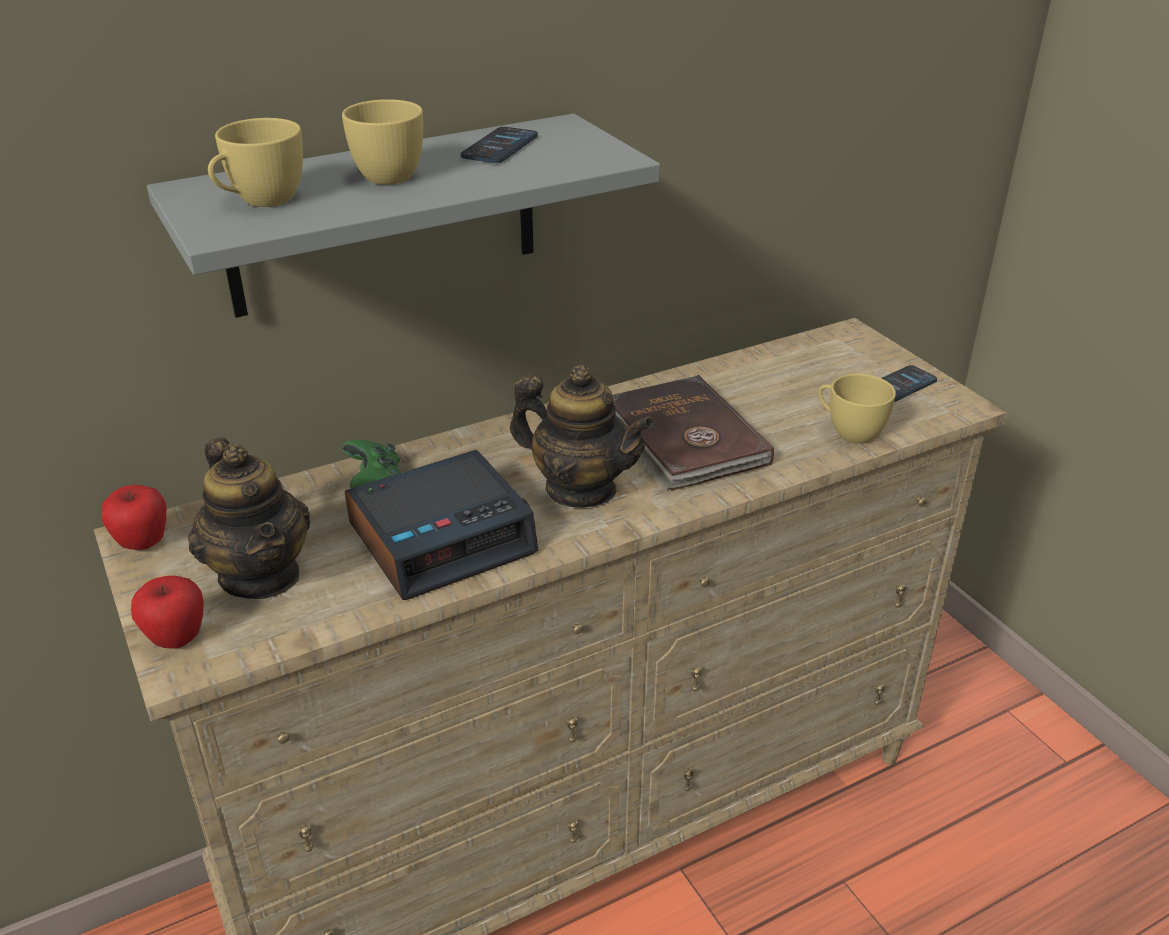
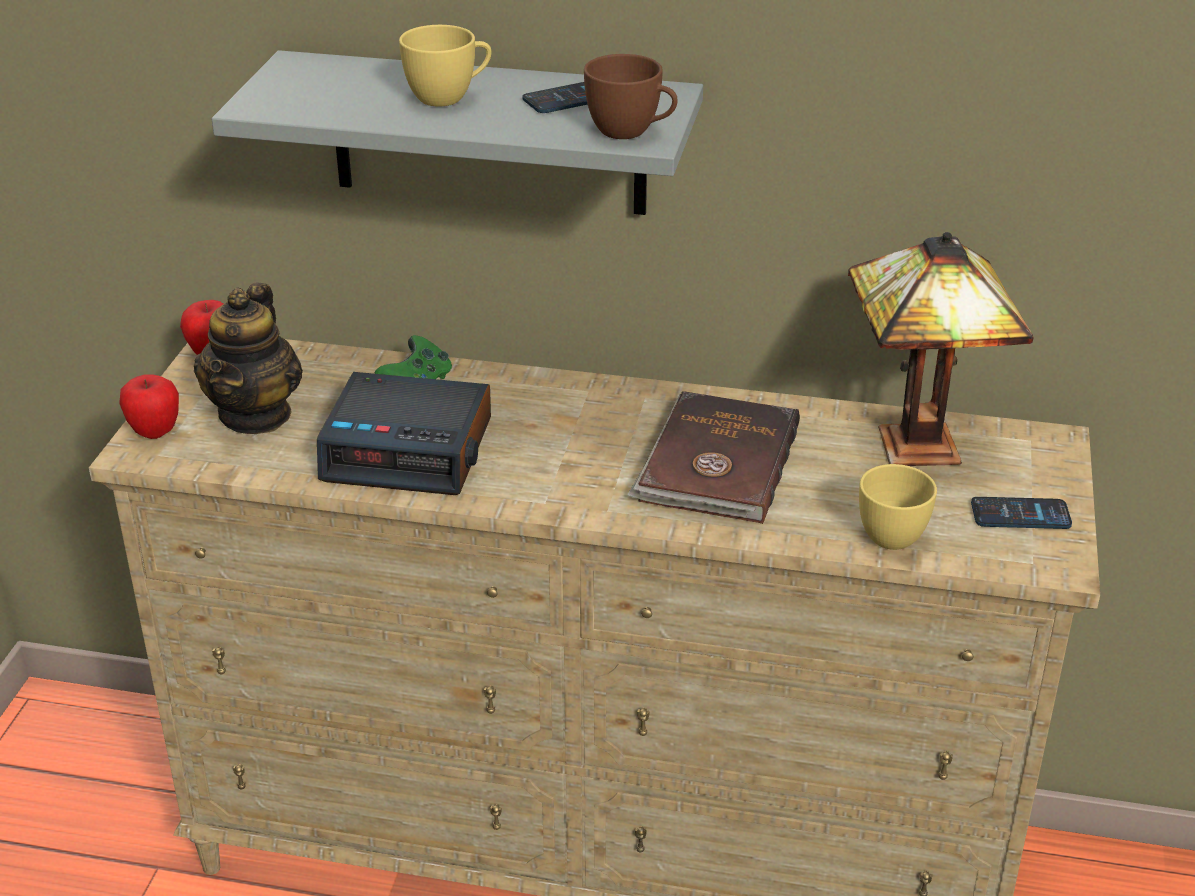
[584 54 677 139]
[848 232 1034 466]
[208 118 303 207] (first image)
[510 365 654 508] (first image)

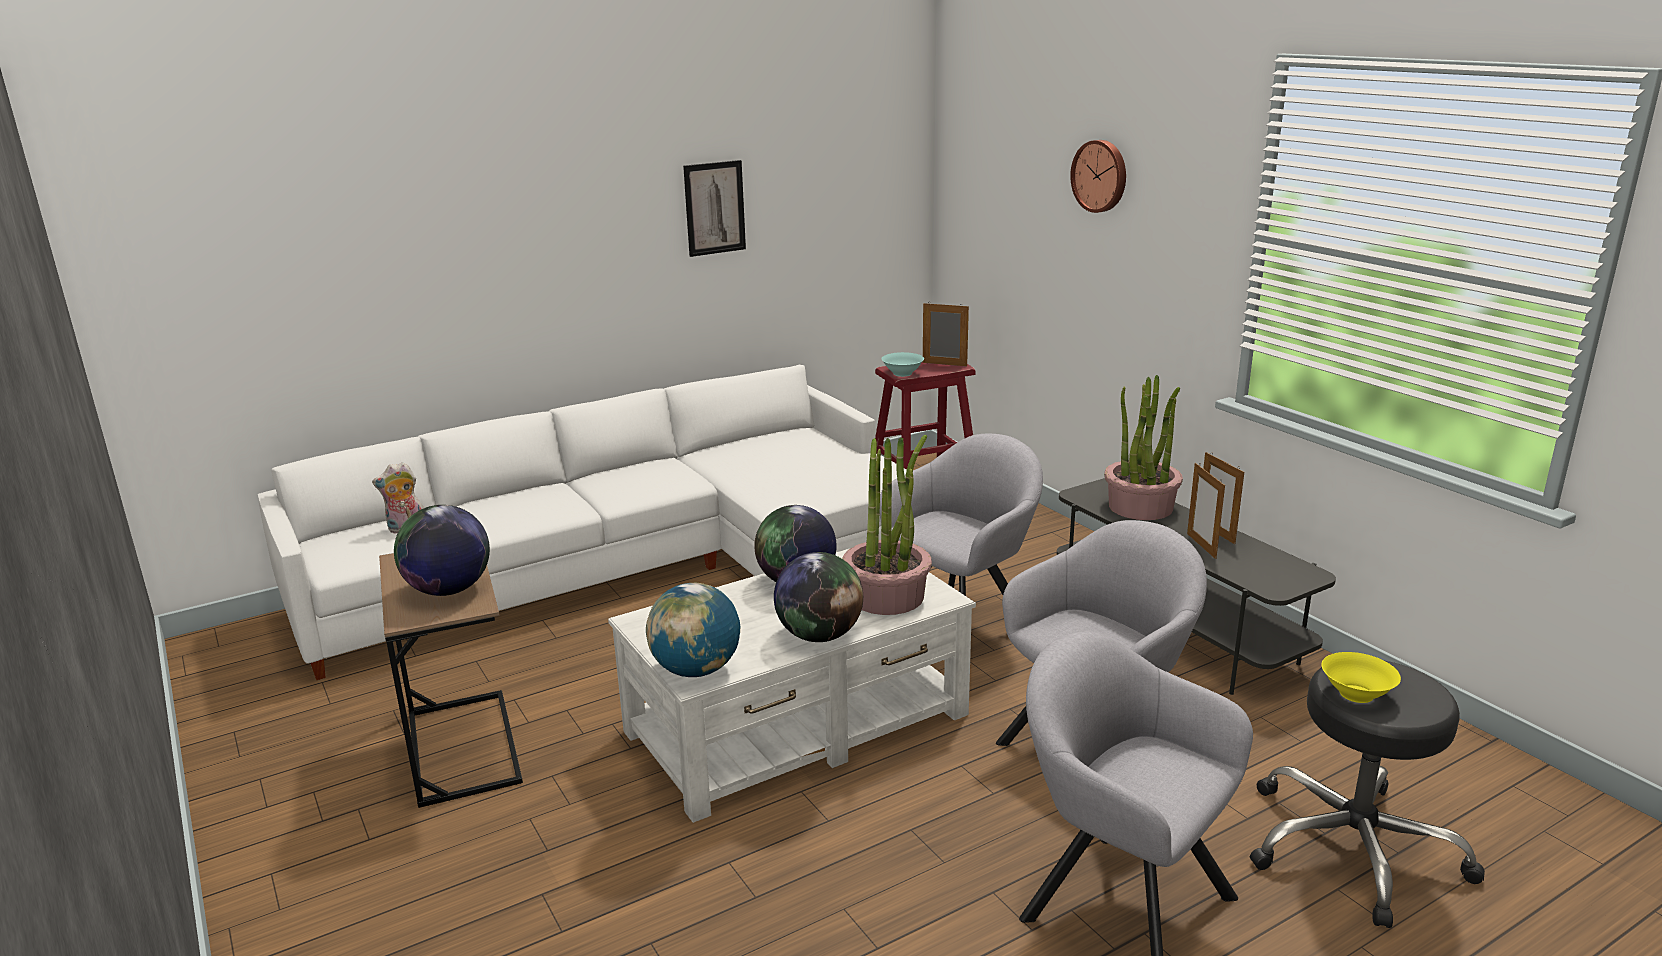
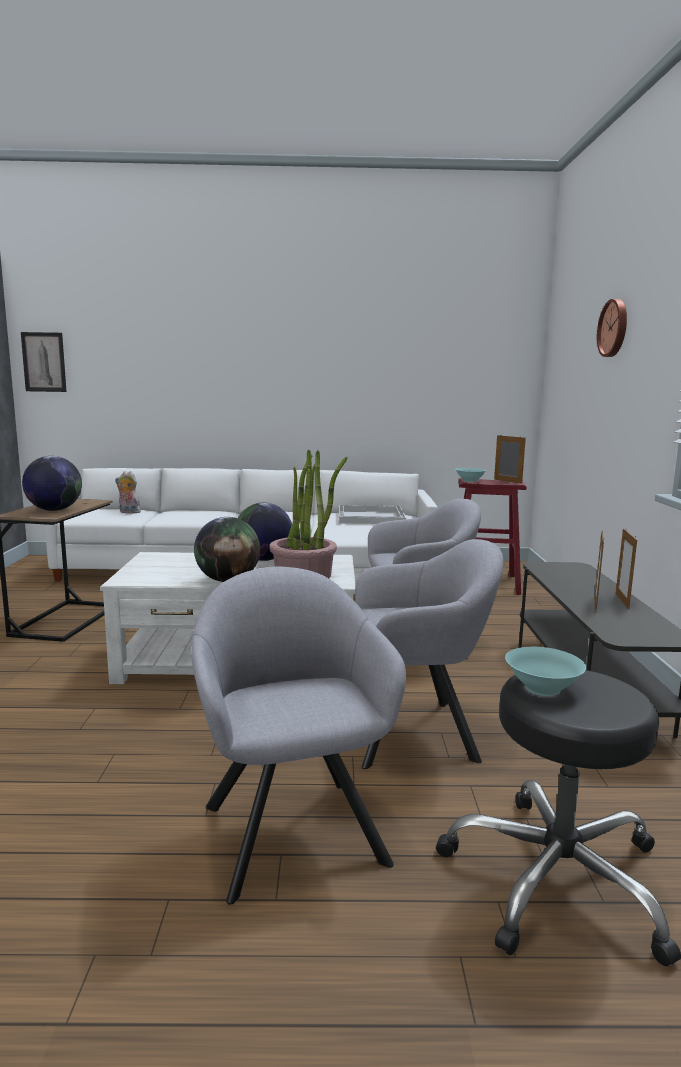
[21 332 67 392]
[339 505 406 524]
[505 647 586 696]
[646 583 740 677] (first image)
[1104 375 1183 520] (first image)

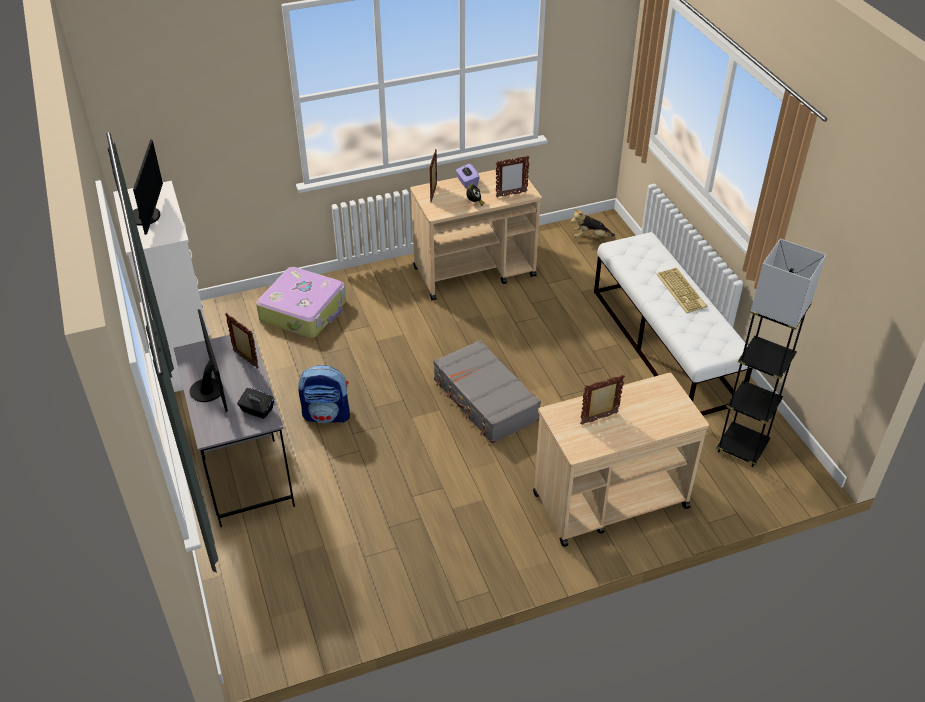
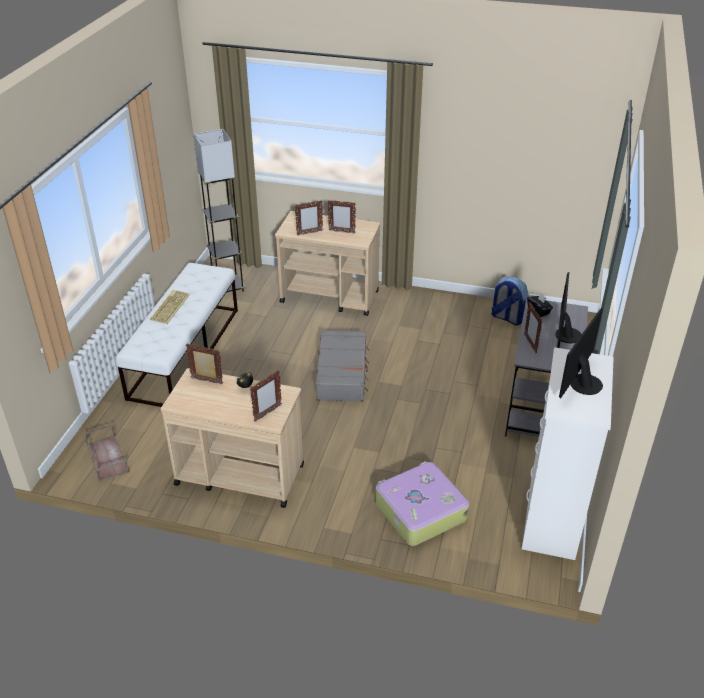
[83 425 129 483]
[295 200 323 235]
[492 276 529 325]
[456 164 480 189] (first image)

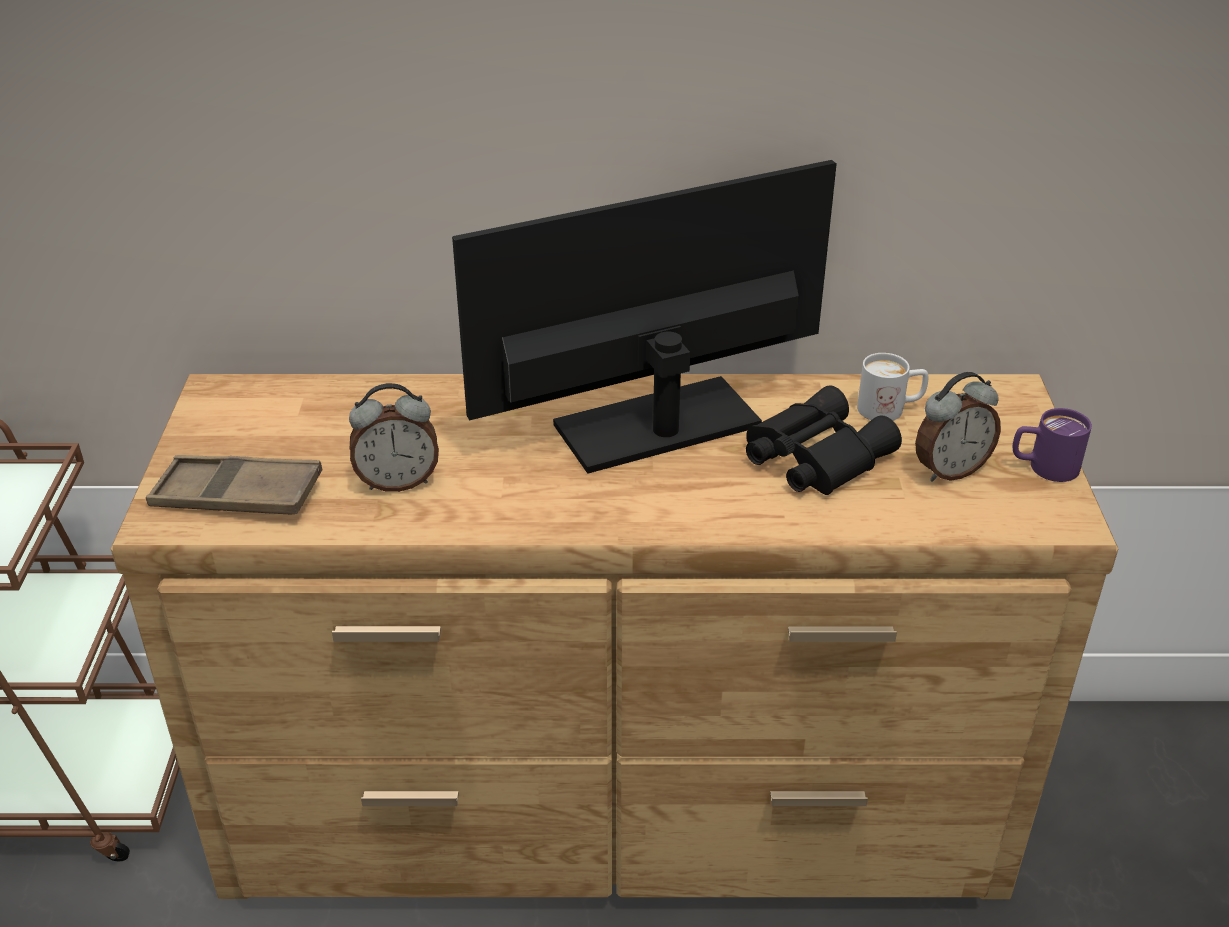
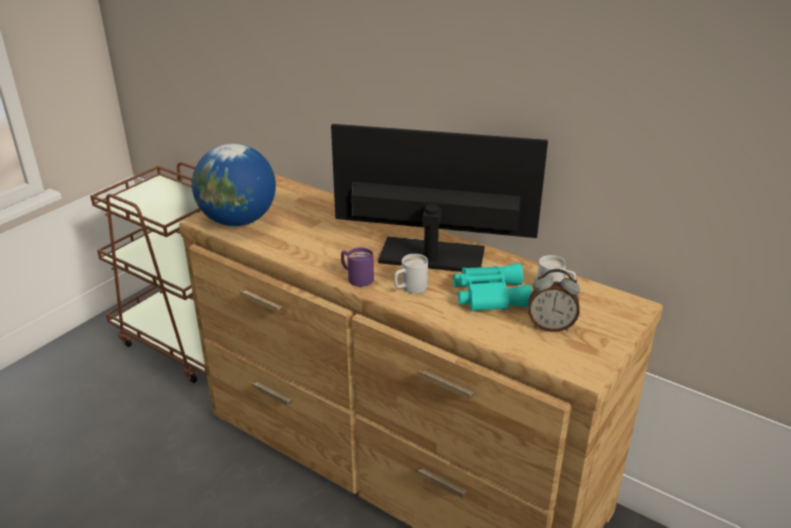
[192 144 276 226]
[341 248 374 287]
[394 254 428 293]
[453 264 532 311]
[349 383 439 492] (first image)

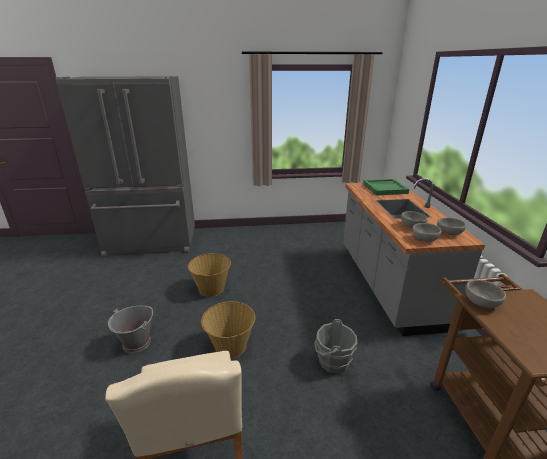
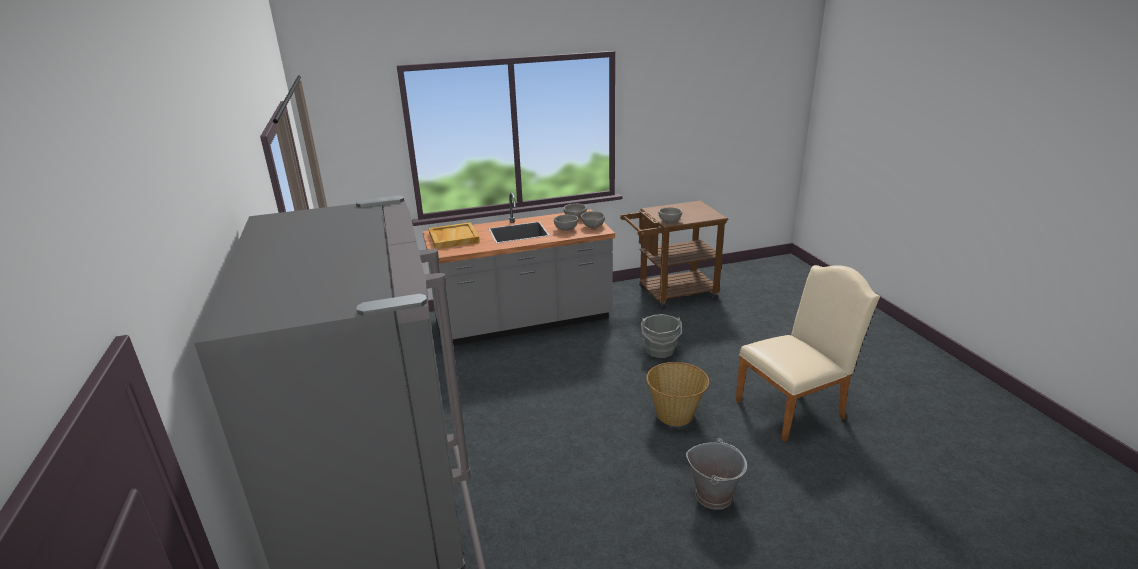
[429 222 480 249]
[188 253 231 297] (first image)

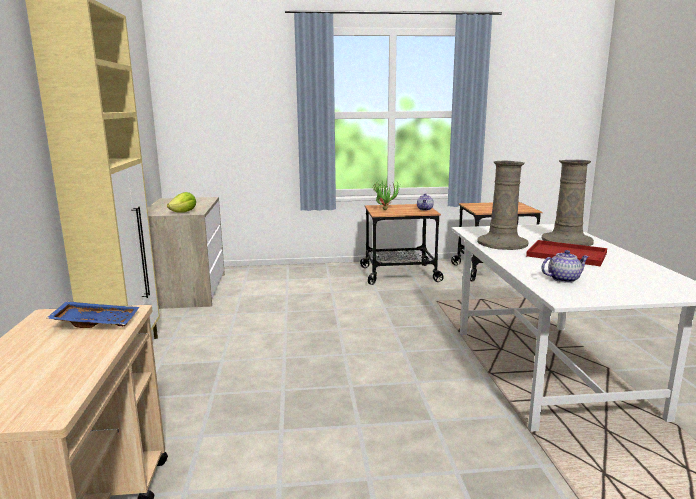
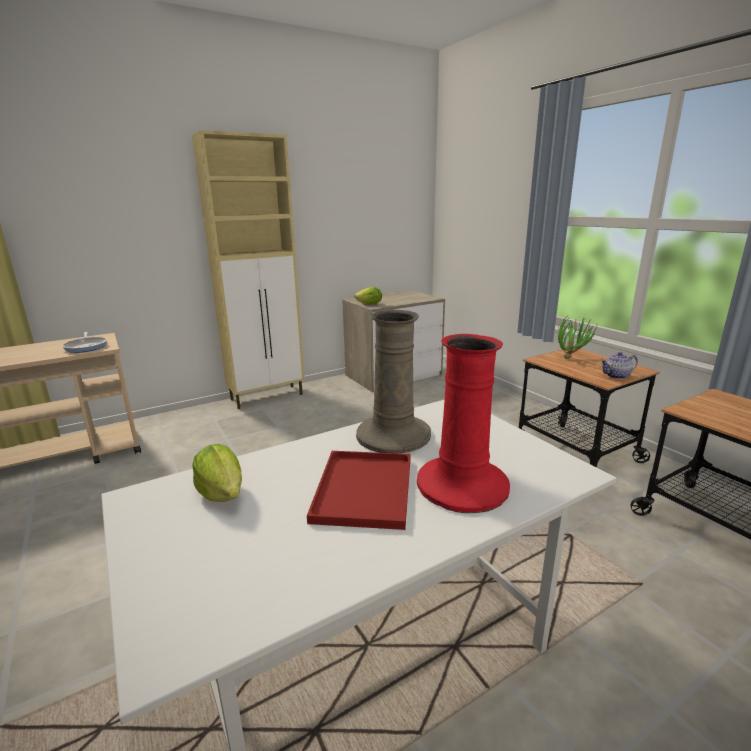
[62 332 107 353]
[192 444 242 502]
[417 334 510 513]

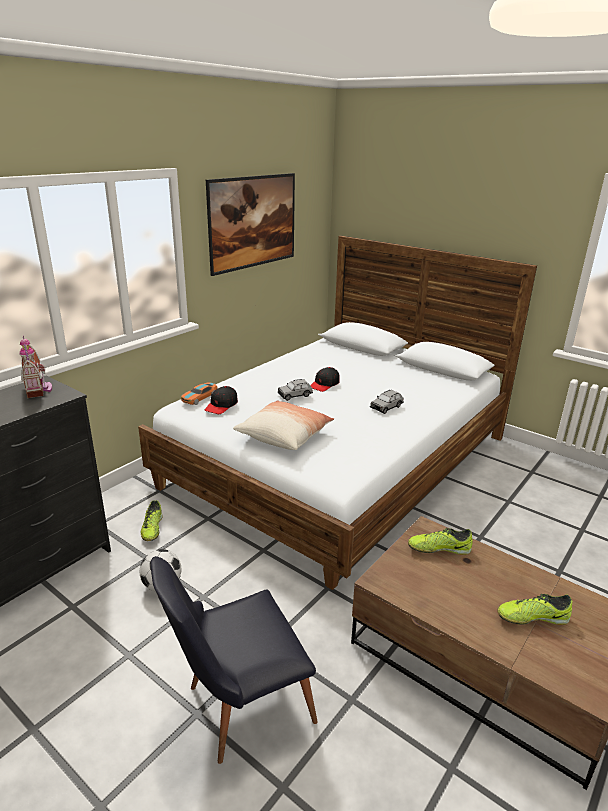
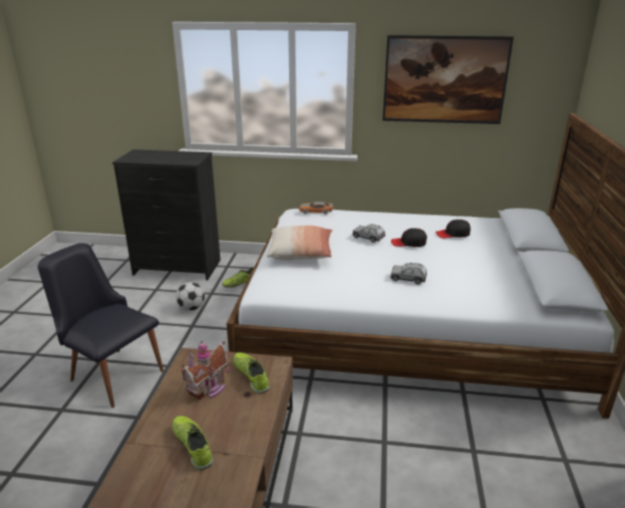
[181 340 230 400]
[436 219 471 238]

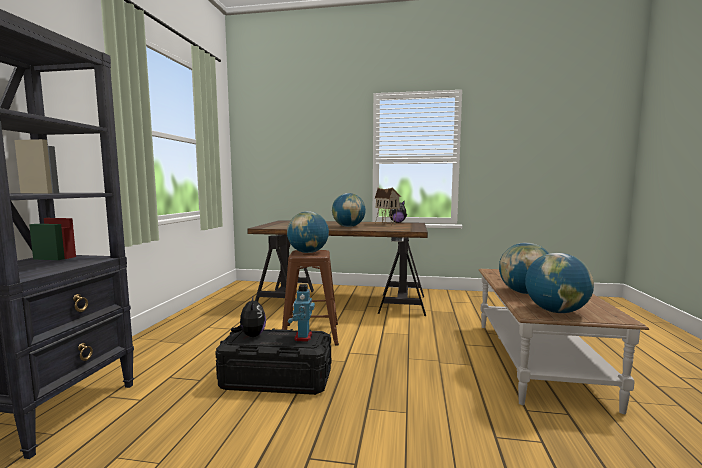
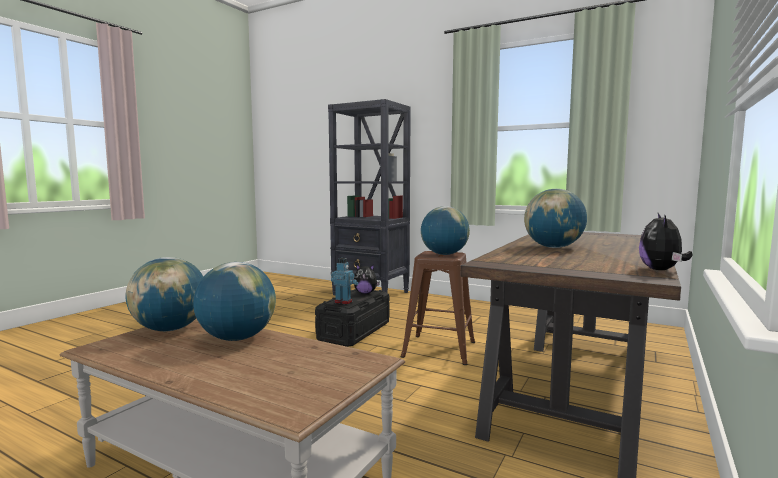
[375 187 401 226] (first image)

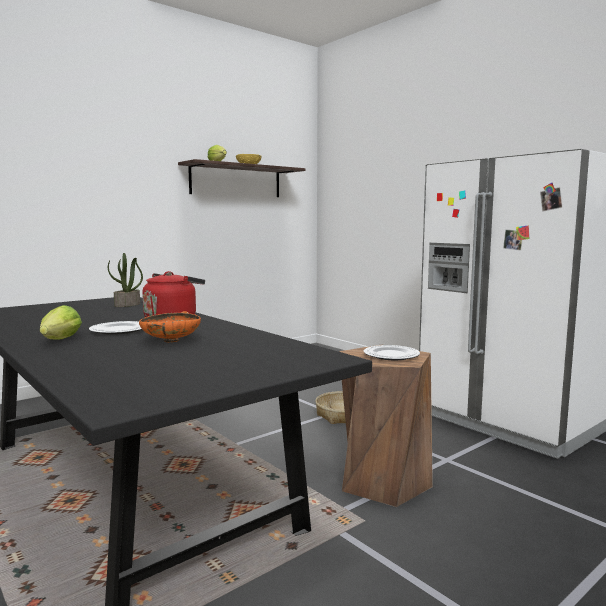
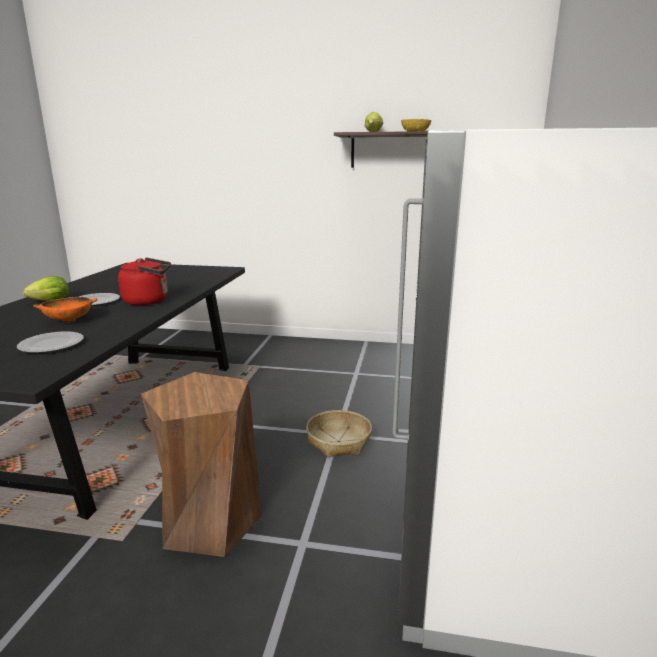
[17 331 84 353]
[108 253 143 307] (first image)

